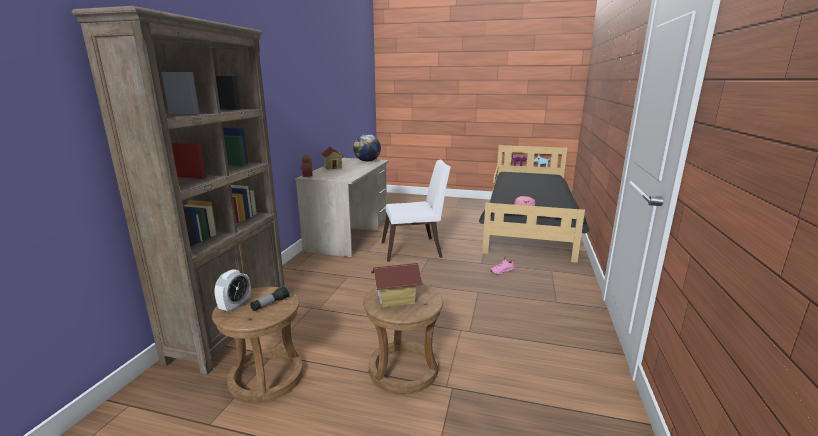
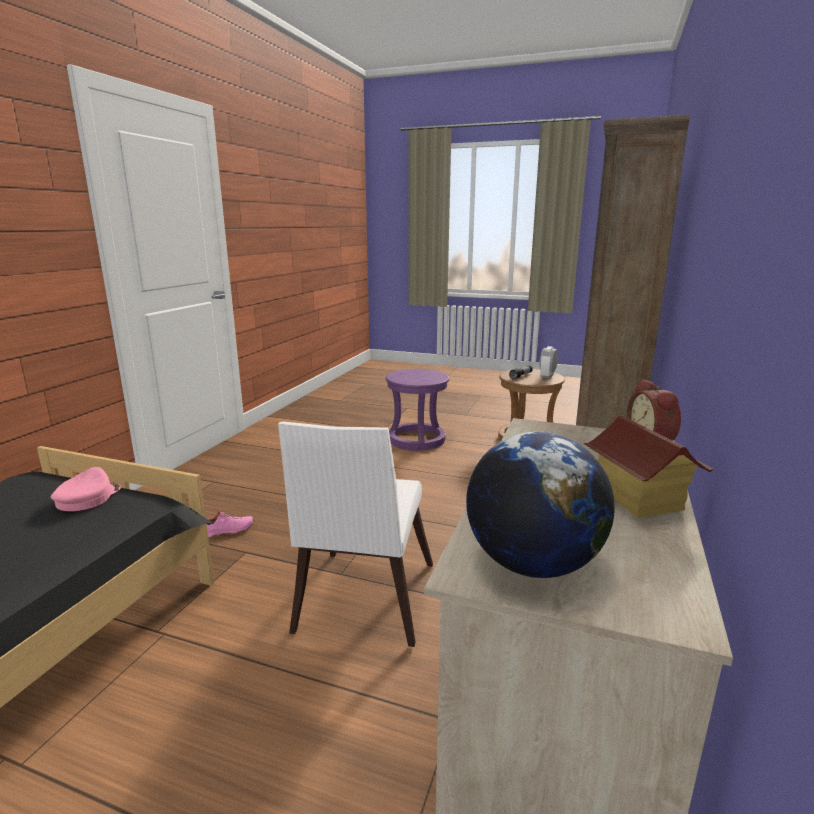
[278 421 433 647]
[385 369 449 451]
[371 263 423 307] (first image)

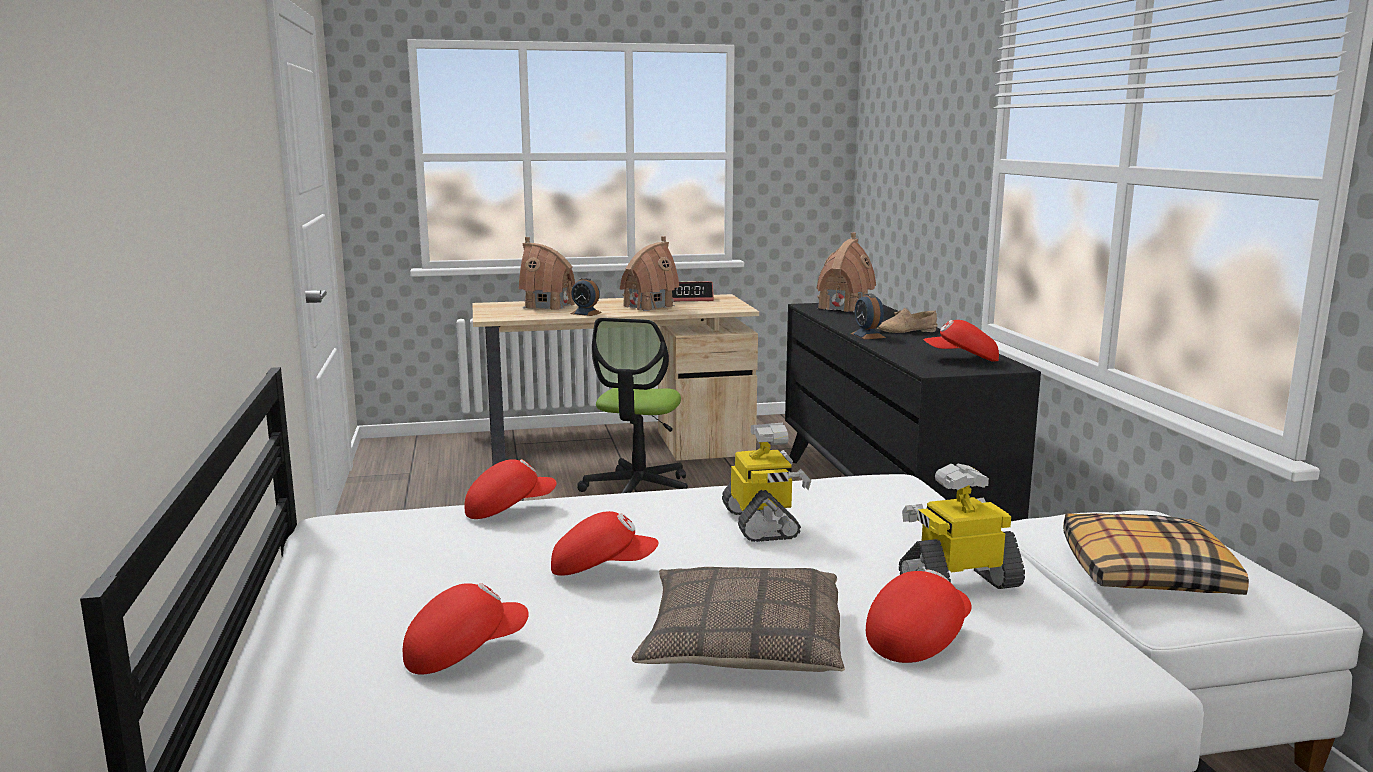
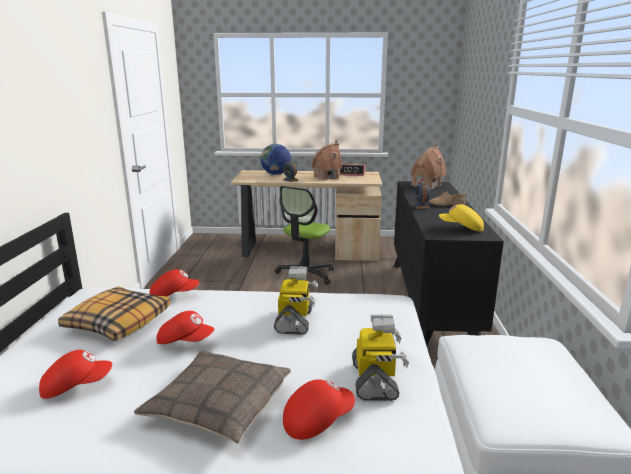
[58 287 170 341]
[260 144 291 175]
[352 314 409 401]
[439 204 484 231]

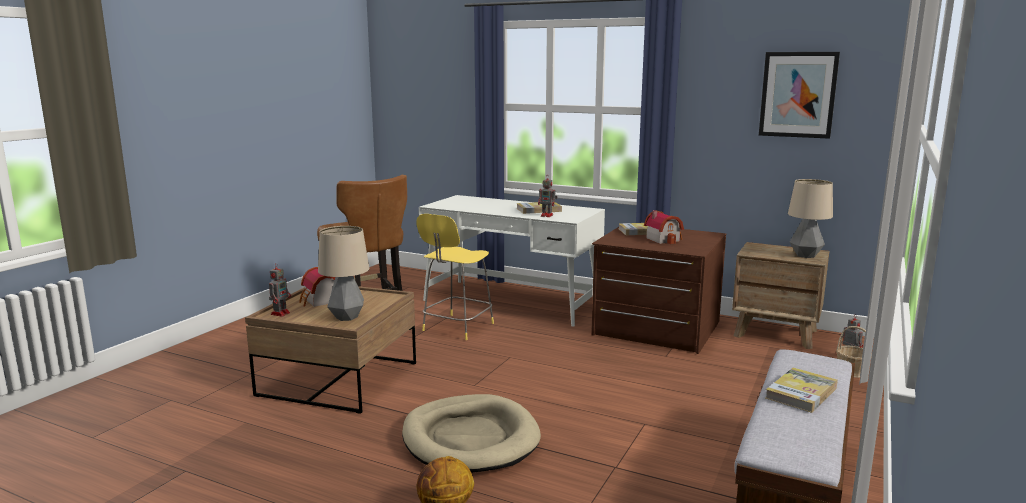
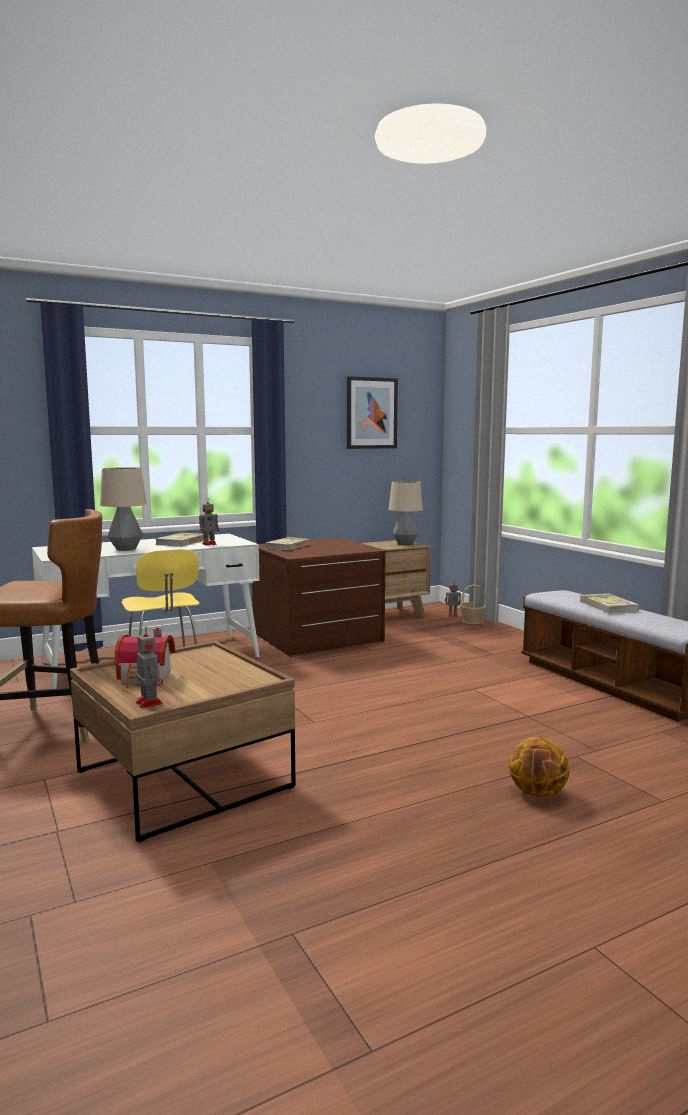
[100 467 147 551]
[402 394 541 473] (first image)
[644 210 684 244] (first image)

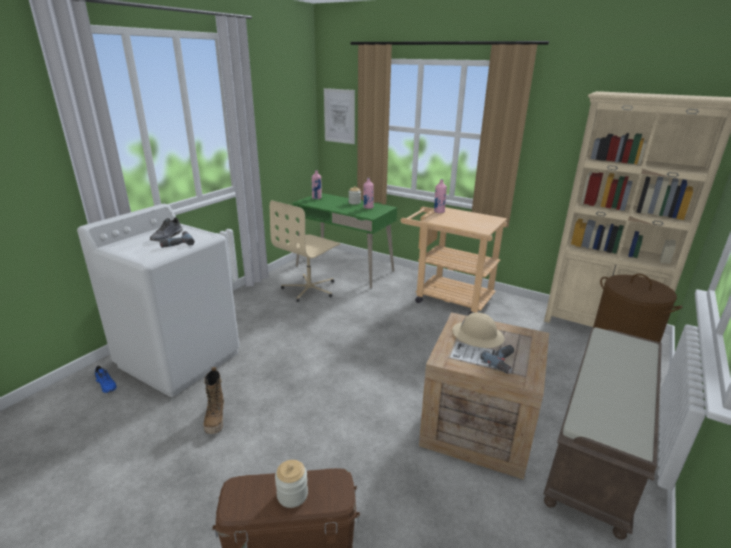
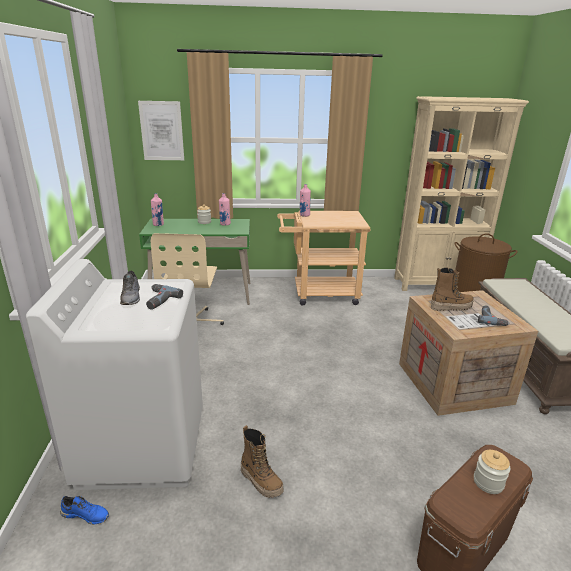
[430 267 474 311]

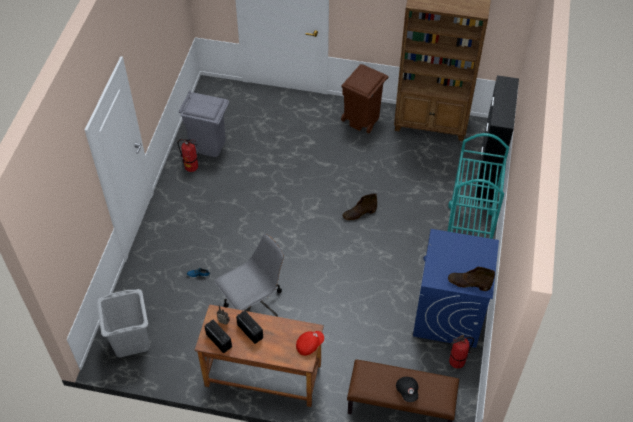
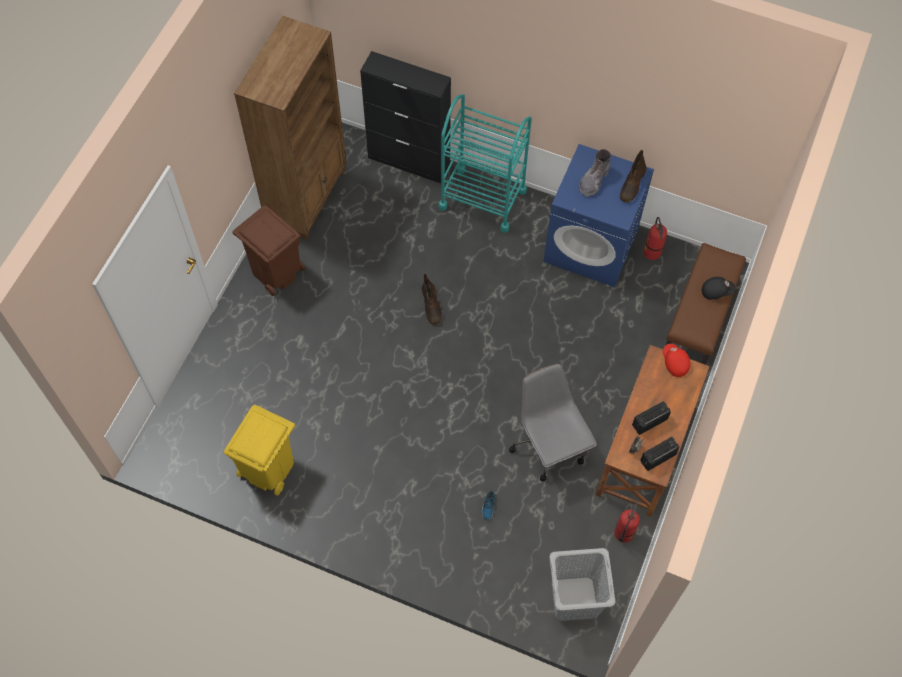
[224 405 295 496]
[579 149 611 197]
[614 502 640 543]

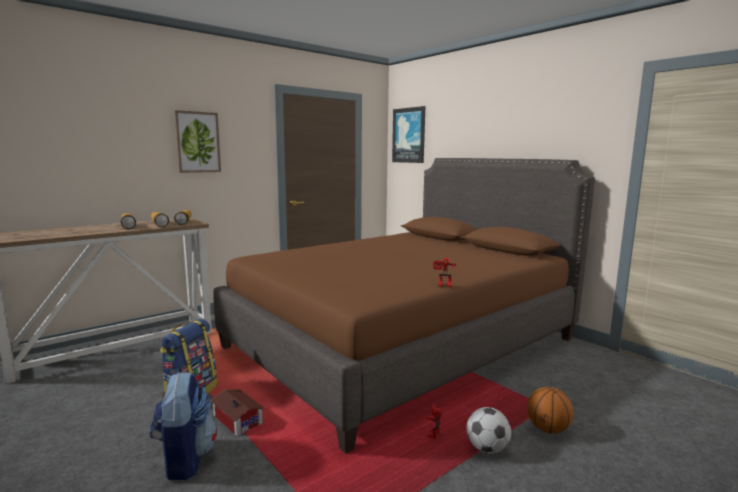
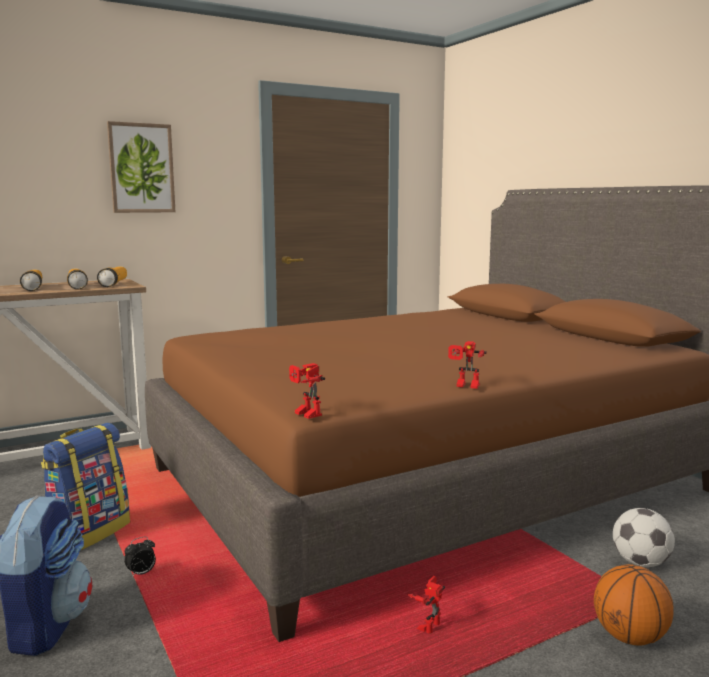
[124 537 156 577]
[289 363 325 419]
[613 508 675 567]
[392 106 425 163] (first image)

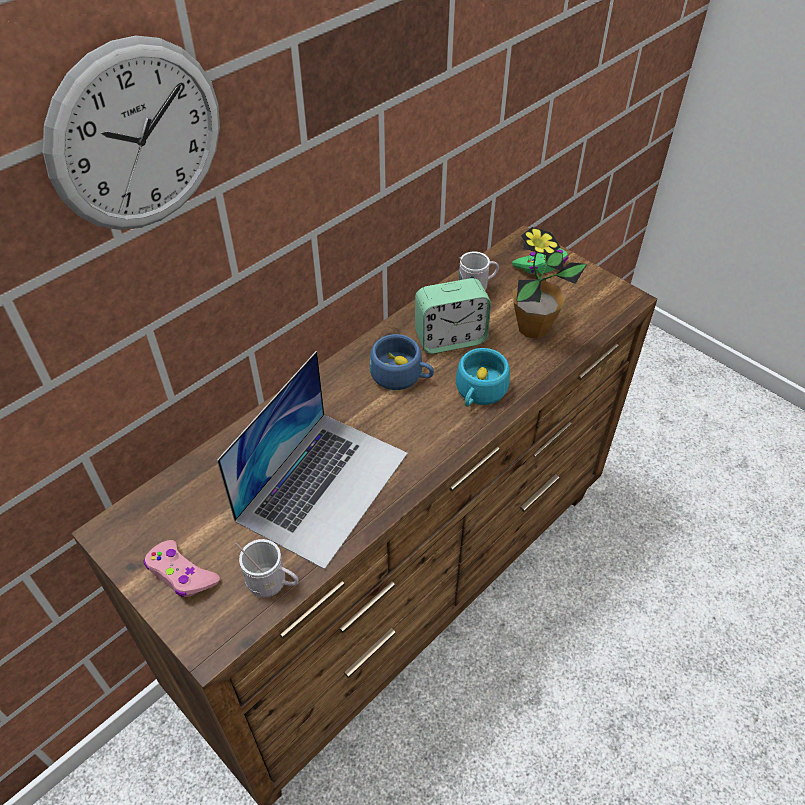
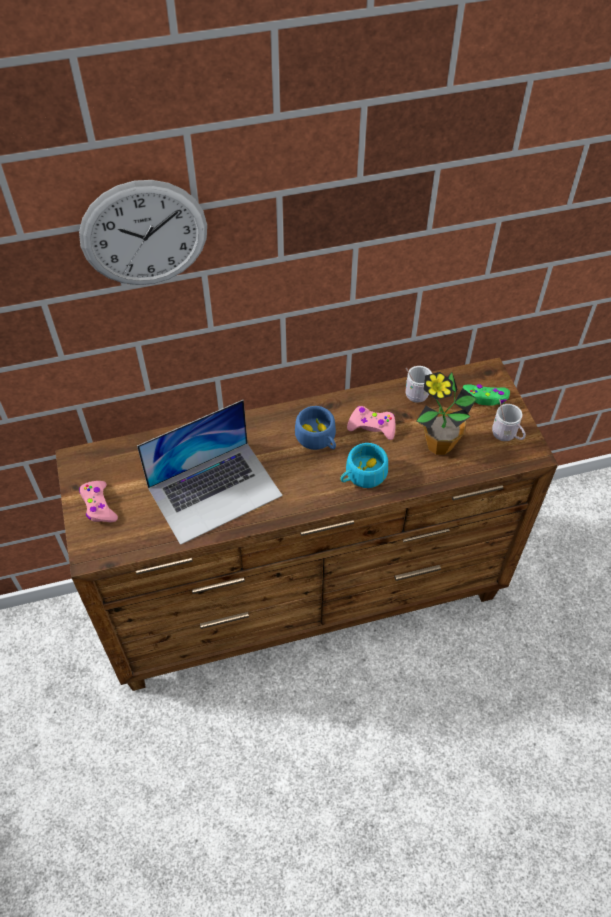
[347 406 396 440]
[492 399 526 441]

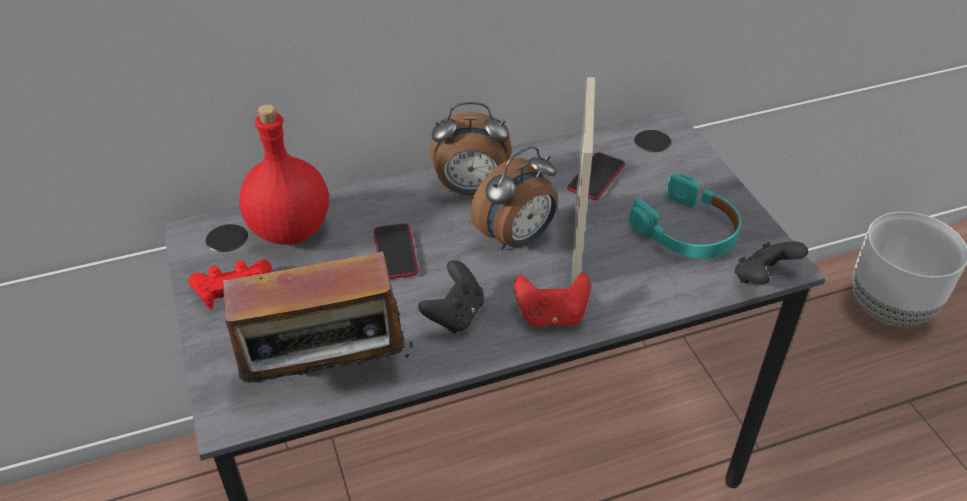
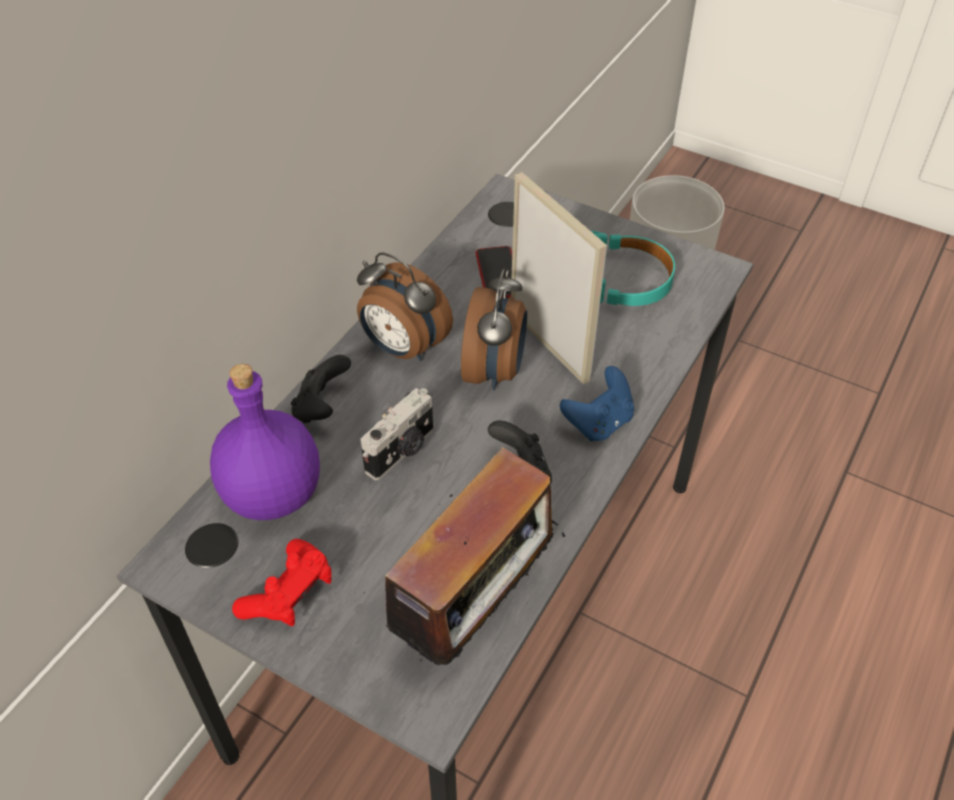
[210 364 320 520]
[291 355 351 423]
[357 252 453 361]
[361 388 433 480]
[560 366 634 442]

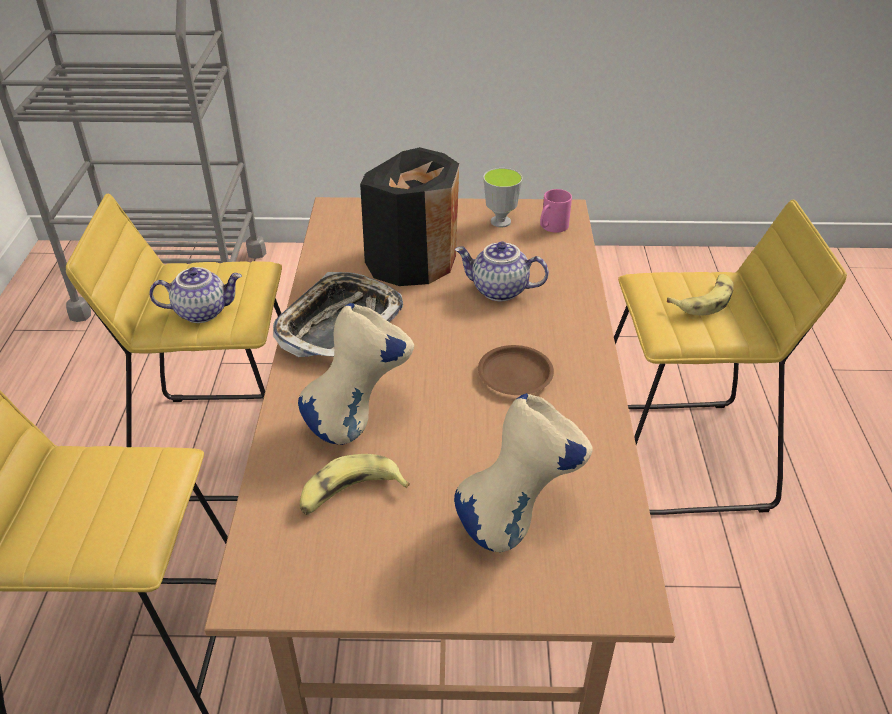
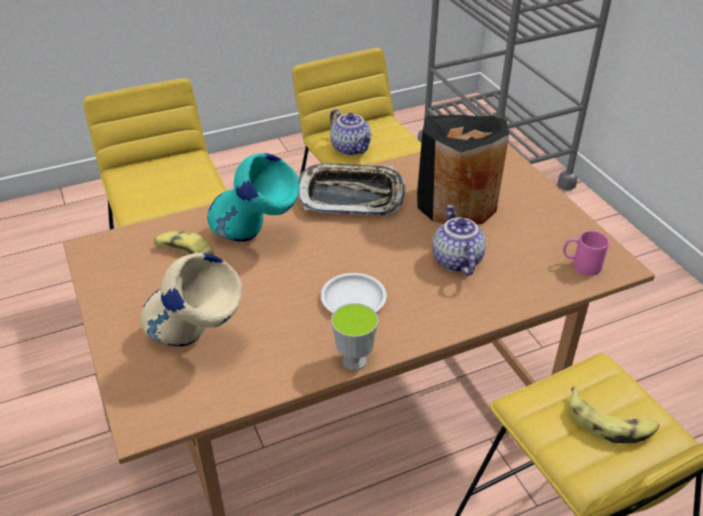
[207 153 299 242]
[321 273 387 313]
[331 303 378 371]

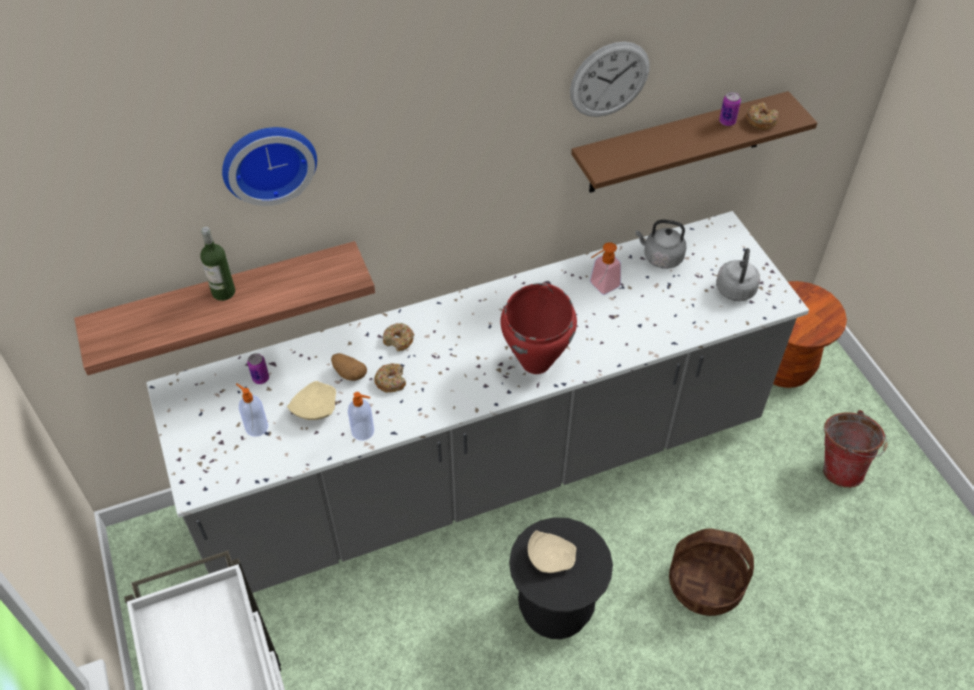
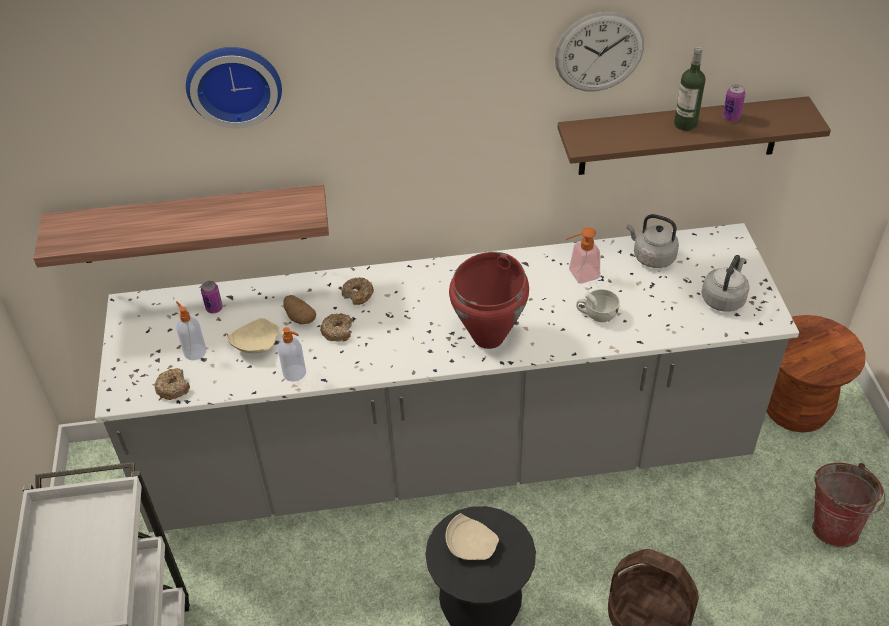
[155 368 190 400]
[576 289 620 322]
[674 47 706 131]

